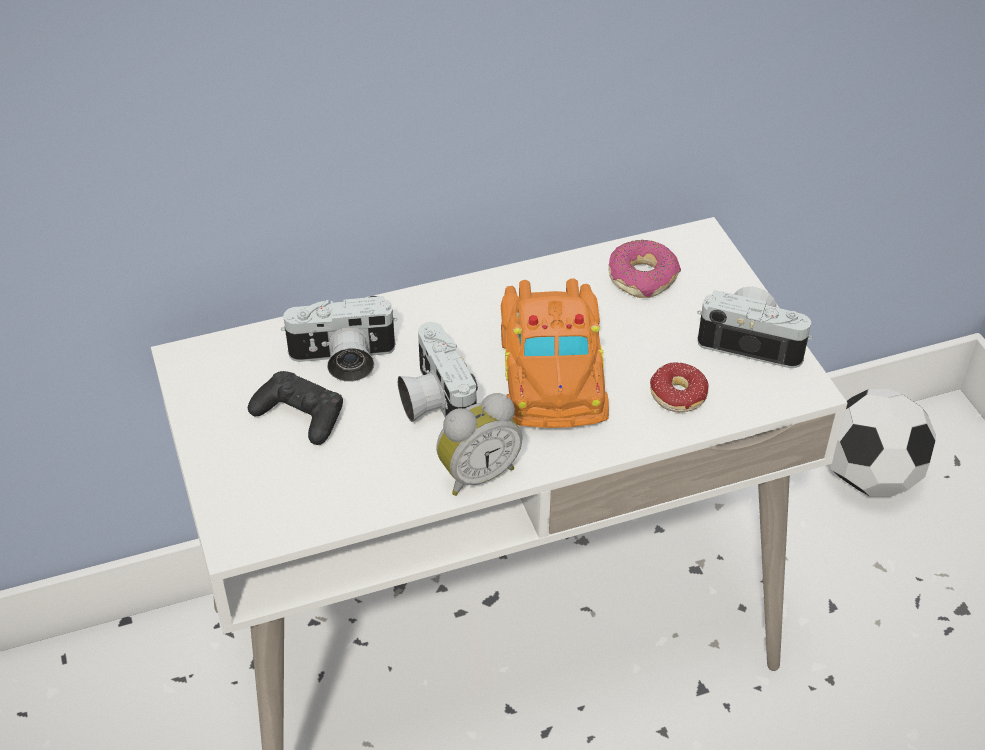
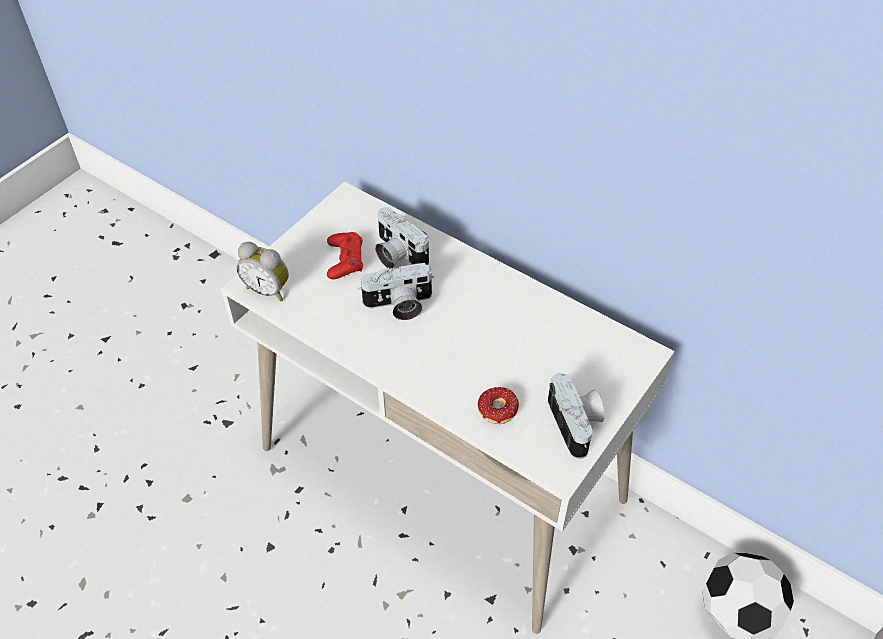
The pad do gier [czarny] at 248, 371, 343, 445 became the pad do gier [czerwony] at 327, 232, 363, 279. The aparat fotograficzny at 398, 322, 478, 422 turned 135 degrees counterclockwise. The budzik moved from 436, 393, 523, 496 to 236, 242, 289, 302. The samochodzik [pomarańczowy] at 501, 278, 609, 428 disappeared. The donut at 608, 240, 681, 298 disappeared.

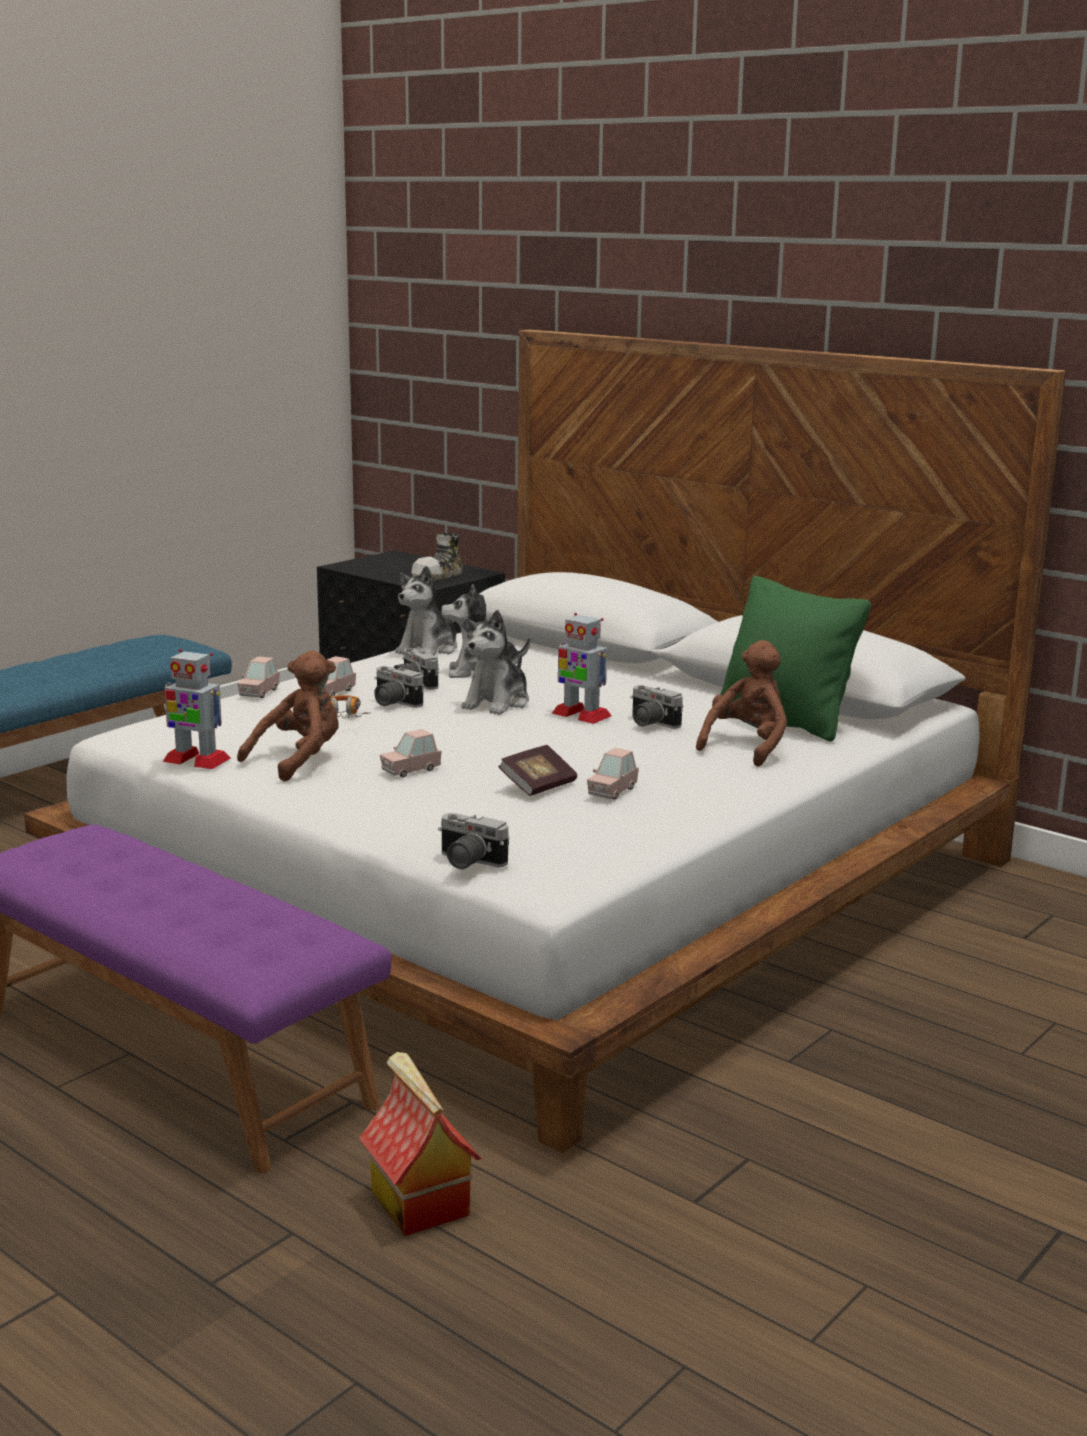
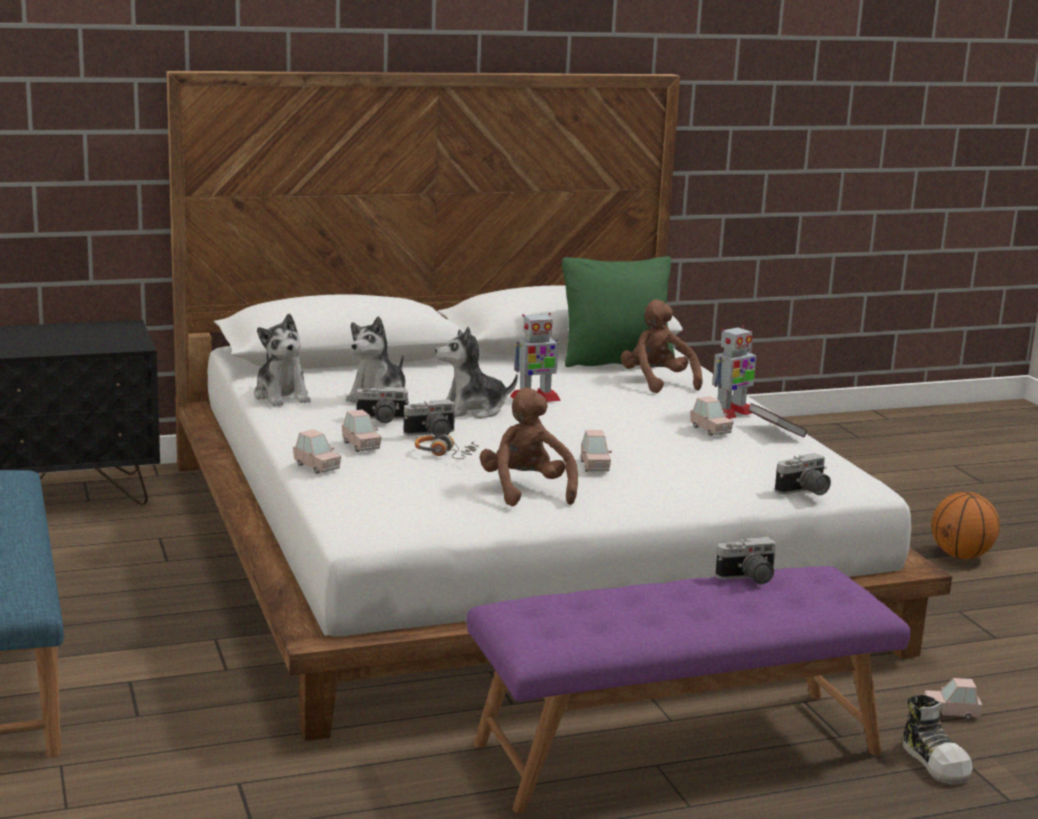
The robot zabawkowy moved from 163, 649, 231, 769 to 712, 325, 756, 419. The domek at 359, 1052, 482, 1236 was replaced by the samochodzik [różowy] at 924, 678, 982, 720. The but moved from 411, 533, 463, 581 to 902, 695, 973, 785. The pluszak at 461, 610, 529, 715 turned 105 degrees clockwise. The książka moved from 498, 745, 577, 796 to 748, 403, 807, 437. The aparat fotograficzny moved from 630, 685, 683, 729 to 715, 537, 778, 584. The piłka do koszykówki at 931, 492, 1000, 559 appeared.

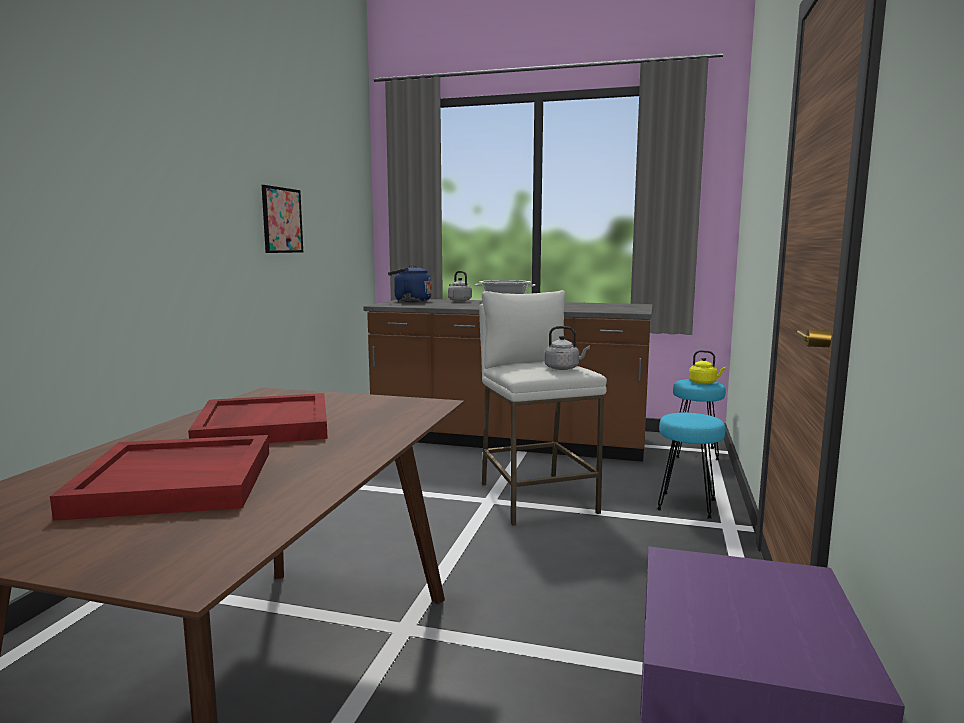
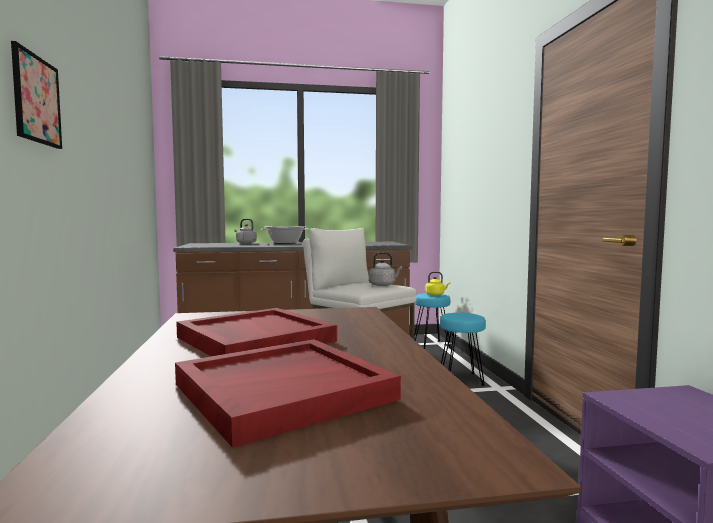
The obraz moved from 262, 185, 303, 253 to 11, 41, 62, 149. The czajnik [niebieski] at 388, 265, 432, 302 disappeared.

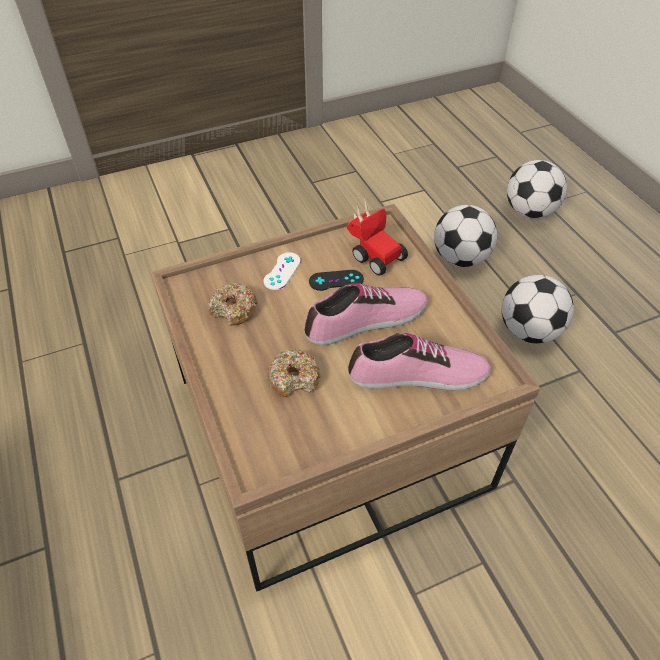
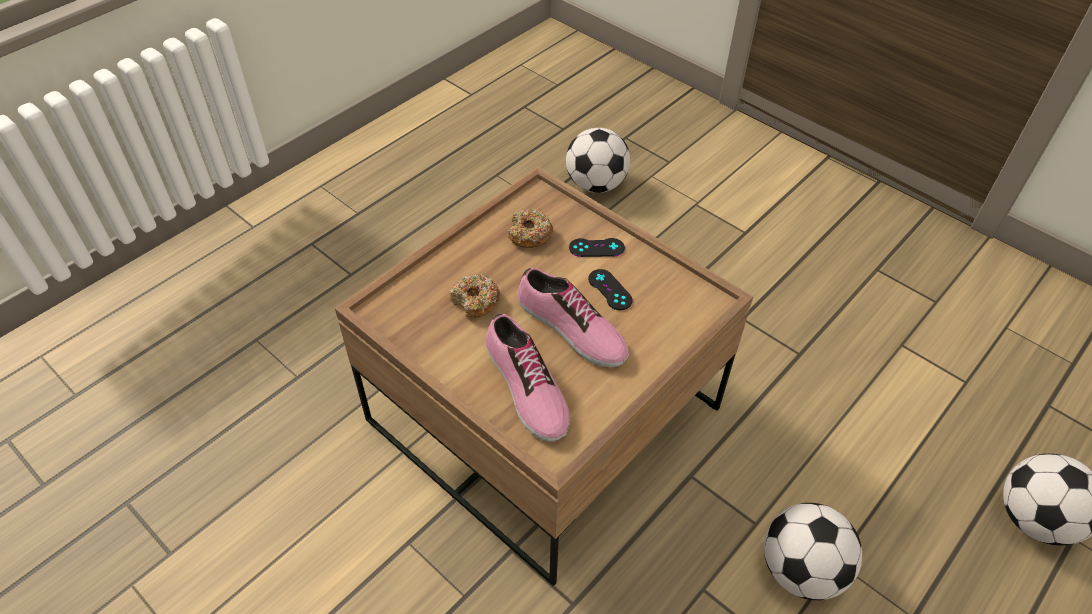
The pad do gier [biały] at 263, 252, 301, 290 became the pad do gier [czarny] at 569, 238, 625, 257. The samochodzik at 347, 198, 408, 275 disappeared. The piłka futbolowa moved from 434, 205, 497, 267 to 566, 128, 630, 193.

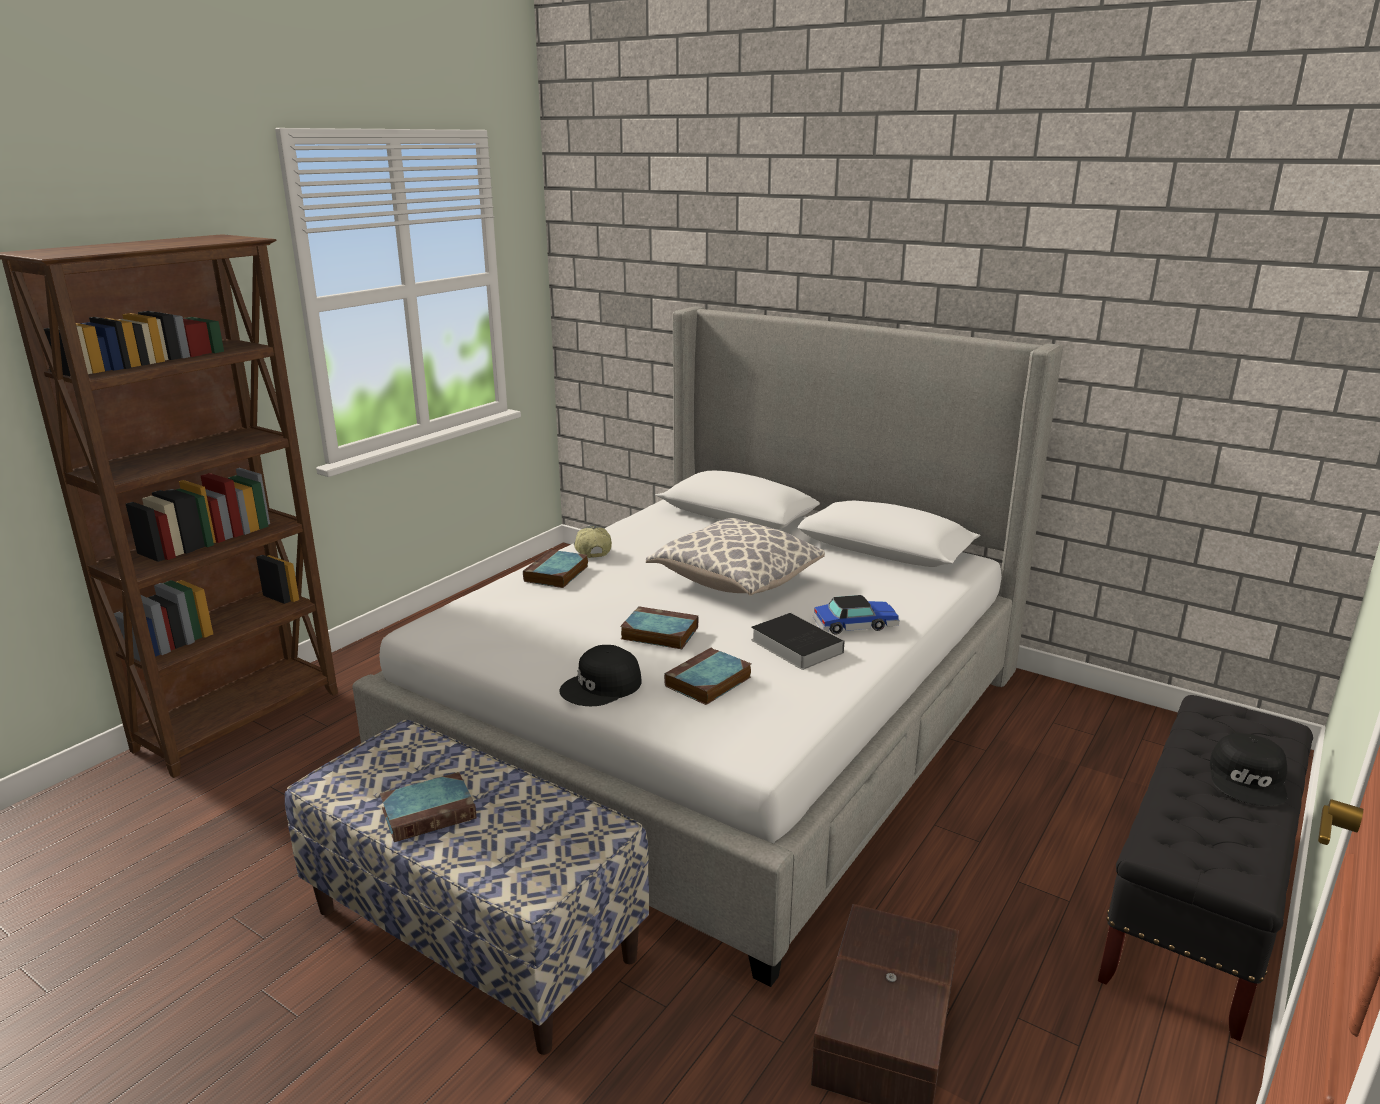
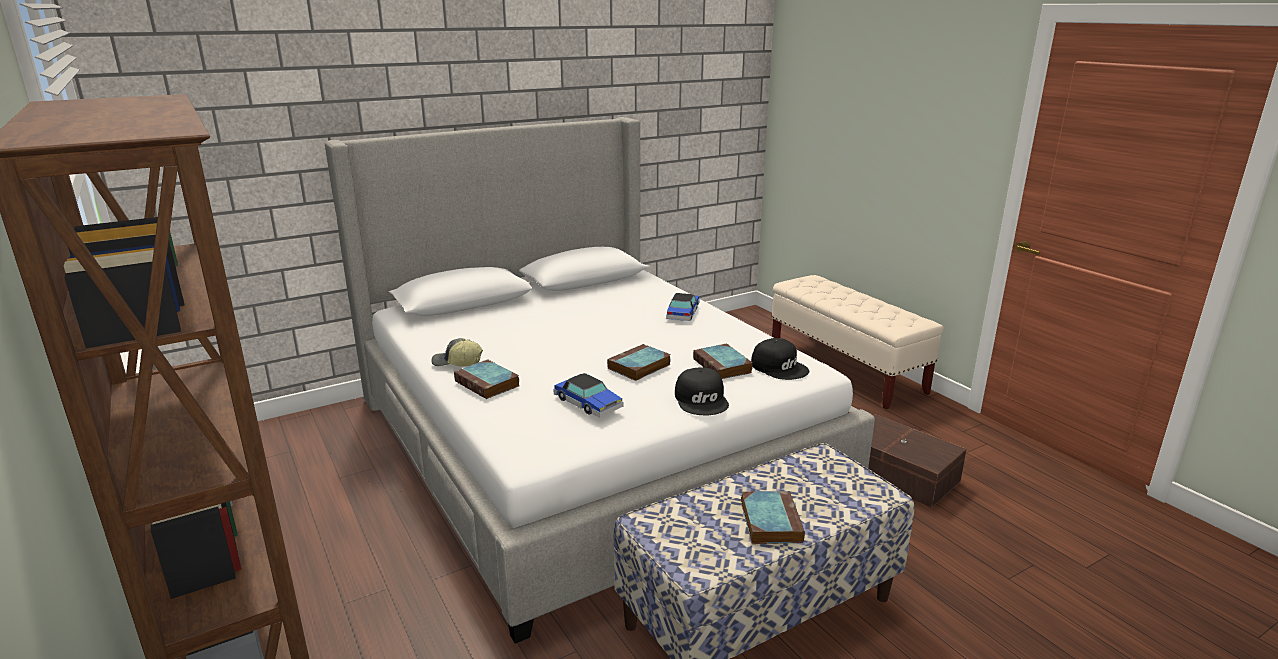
The poduszka at 646, 518, 825, 596 disappeared. The książka at 751, 613, 845, 670 disappeared. The ławka [czarny] at 1098, 695, 1313, 1041 became the ławka [beżowy] at 771, 275, 944, 409. The czapka z daszkiem [czarny] moved from 1210, 733, 1288, 806 to 751, 338, 809, 380. The samochodzik at 554, 373, 623, 417 appeared.

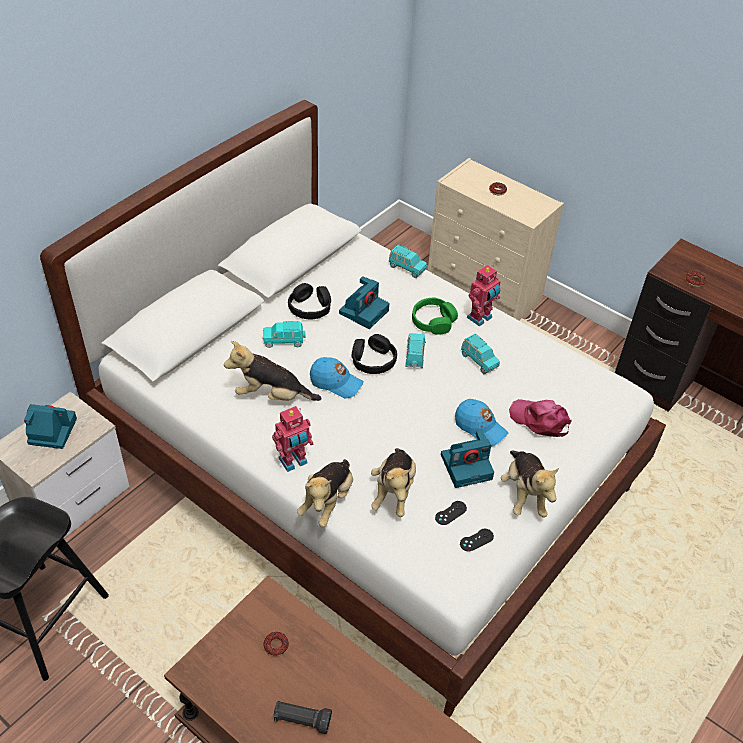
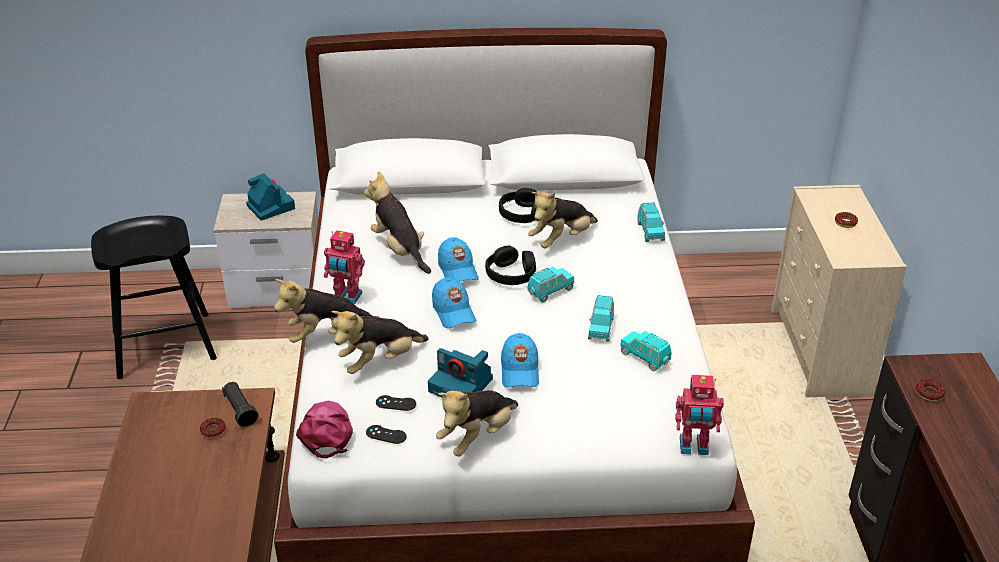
The samochodzik [turkusowy] moved from 263, 321, 305, 348 to 620, 331, 671, 371. The latarka [czarny] moved from 273, 701, 332, 734 to 222, 382, 259, 427. The aparat fotograficzny at 339, 276, 389, 329 was replaced by the pluszak at 528, 192, 598, 249. The słuchawki [zielony] at 412, 298, 458, 335 disappeared. The robot zabawkowy moved from 467, 265, 501, 327 to 675, 375, 724, 455. The czapka z daszkiem [różowy] moved from 509, 399, 572, 437 to 296, 400, 353, 459. The czapka z daszkiem [niebieski] at 432, 277, 476, 328 appeared.

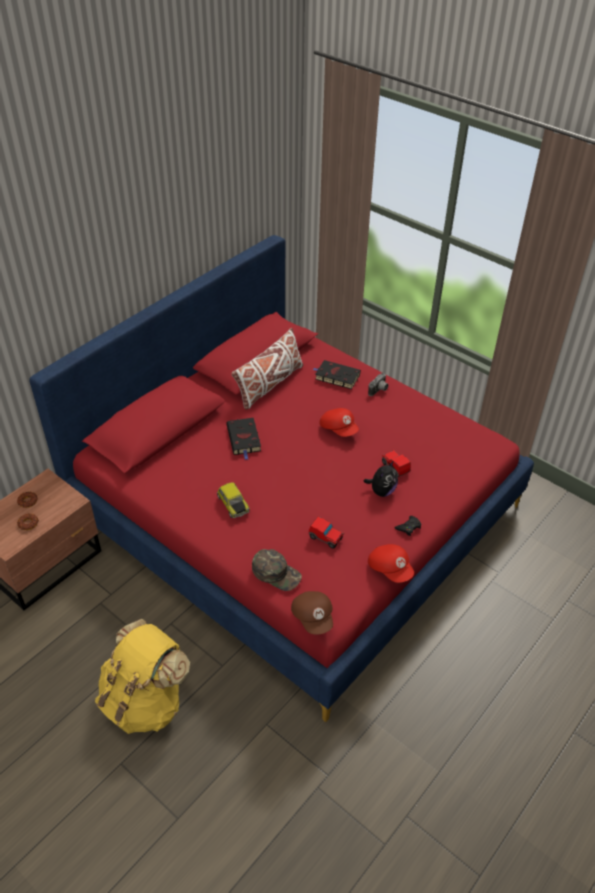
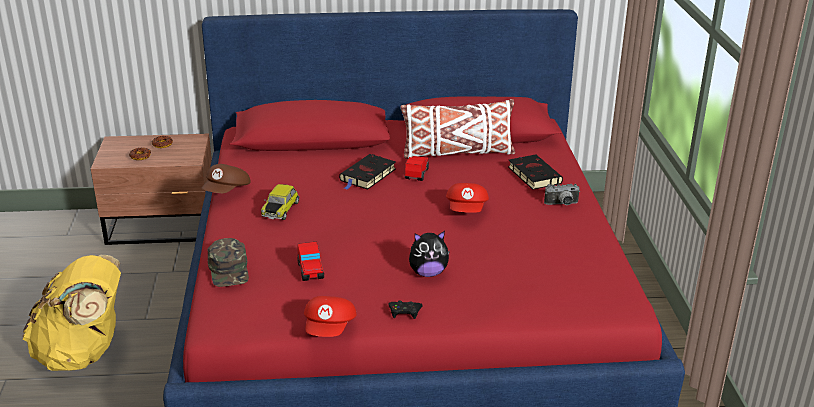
The czapka z daszkiem [brązowy] moved from 291, 591, 333, 635 to 202, 164, 251, 193. The samochodzik moved from 382, 450, 411, 477 to 405, 156, 429, 181.

